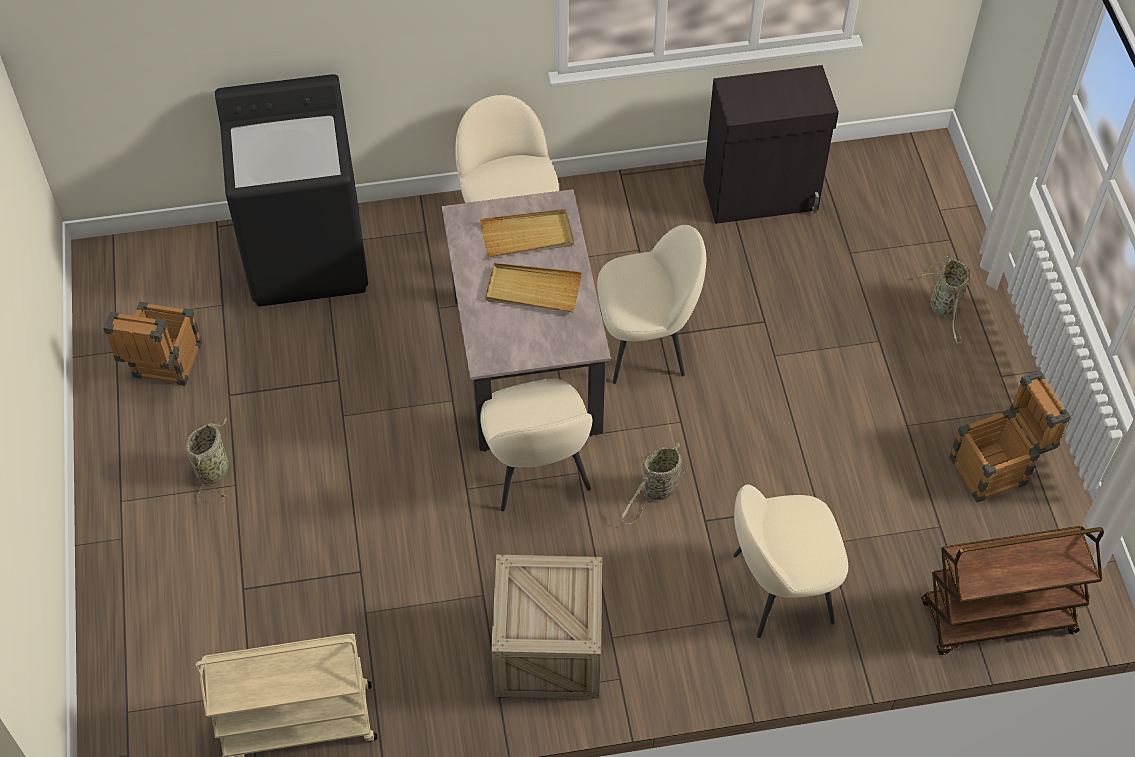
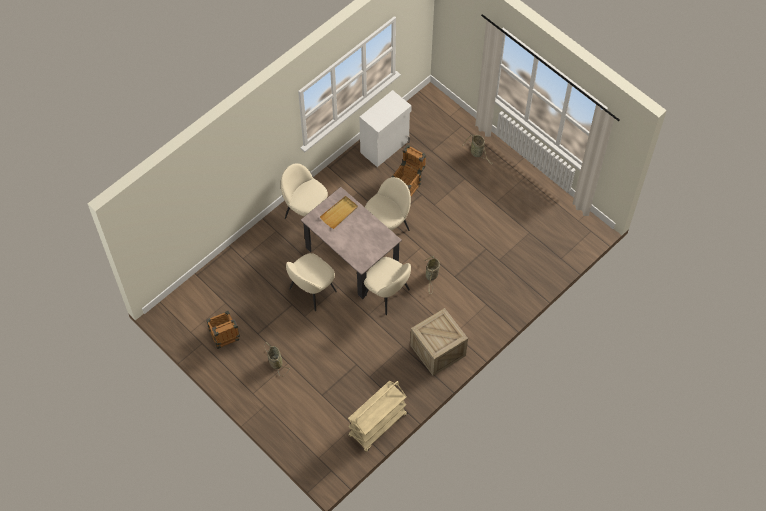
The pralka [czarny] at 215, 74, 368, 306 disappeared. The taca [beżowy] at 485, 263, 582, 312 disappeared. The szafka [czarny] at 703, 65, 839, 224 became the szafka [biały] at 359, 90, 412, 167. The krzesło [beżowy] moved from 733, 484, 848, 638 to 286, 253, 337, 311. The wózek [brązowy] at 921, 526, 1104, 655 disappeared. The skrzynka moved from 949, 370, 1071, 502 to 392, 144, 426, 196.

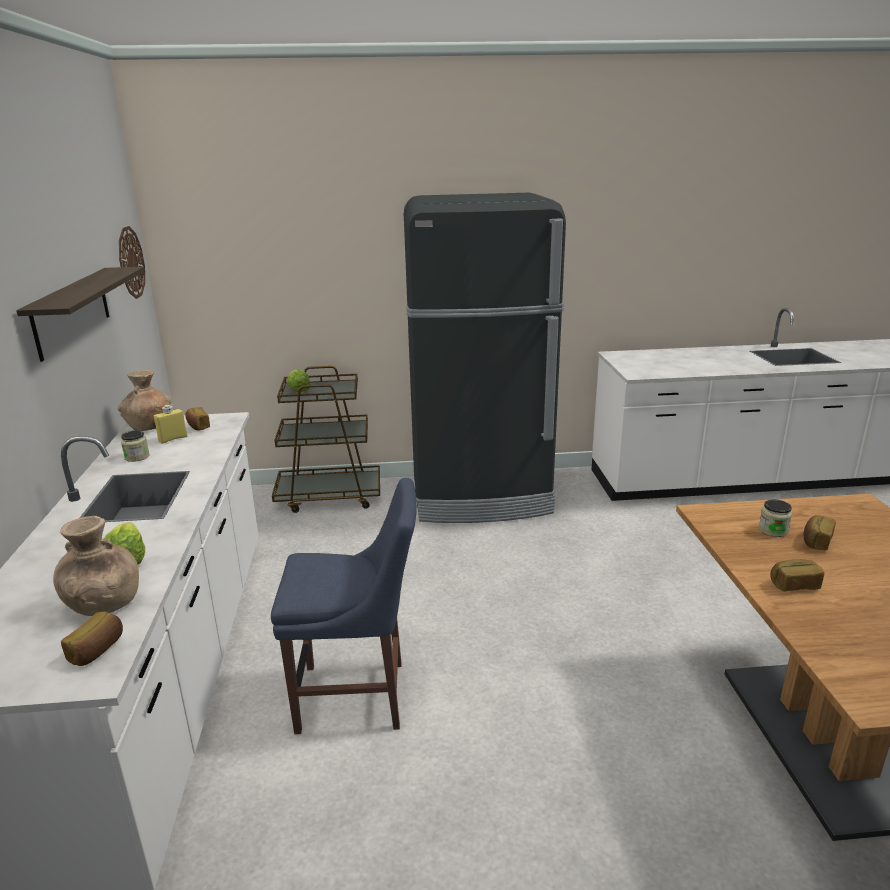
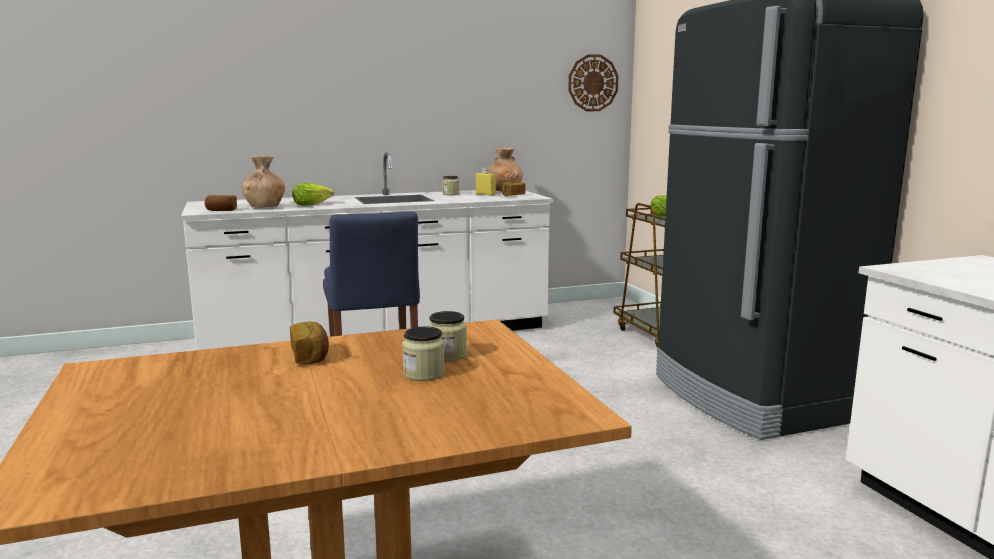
The półka at 16, 267, 145, 362 disappeared. The chleb at 804, 515, 836, 550 was replaced by the słoik at 402, 326, 445, 381.

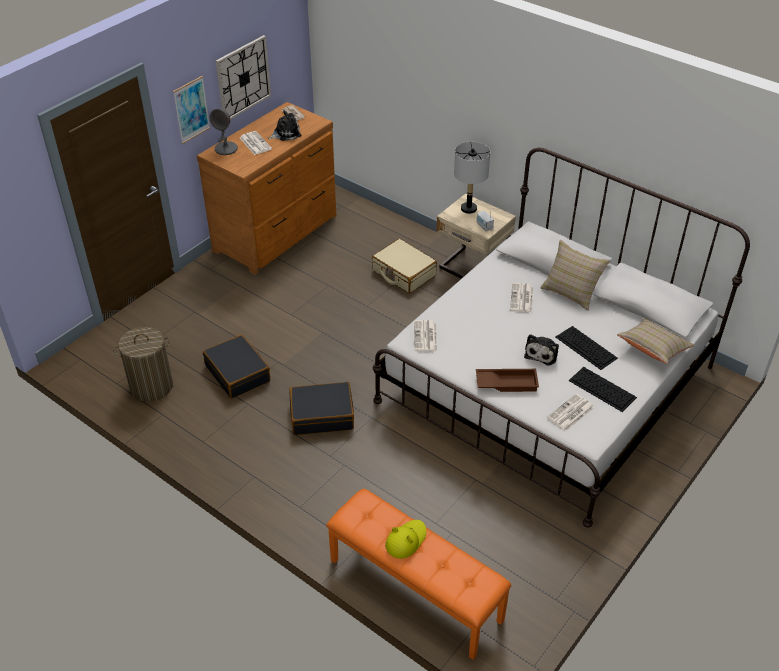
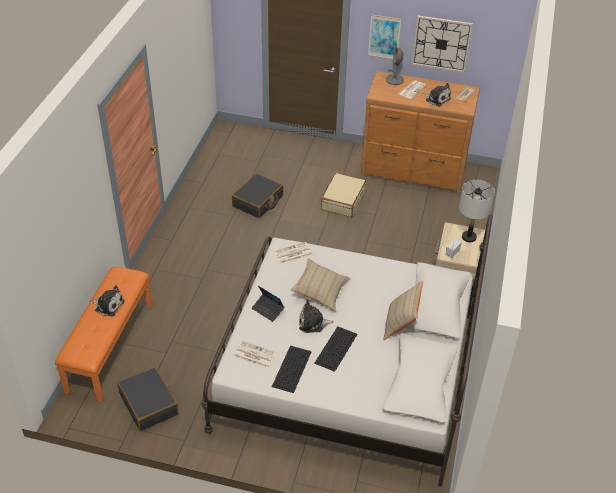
The kosz na pranie at 113, 327, 173, 402 disappeared. The walizka [czarny] moved from 289, 382, 354, 435 to 117, 367, 178, 431. The walizka [beżowy] moved from 372, 239, 437, 293 to 321, 173, 366, 217. The kapelusz [żółty] at 385, 520, 427, 559 was replaced by the pluszak at 90, 285, 124, 316. The taca [brązowy] at 476, 369, 539, 392 was replaced by the laptop at 252, 286, 284, 322. The gazeta at 510, 282, 533, 313 disappeared. The poduszka [beżowy] moved from 617, 318, 695, 364 to 291, 258, 350, 311.

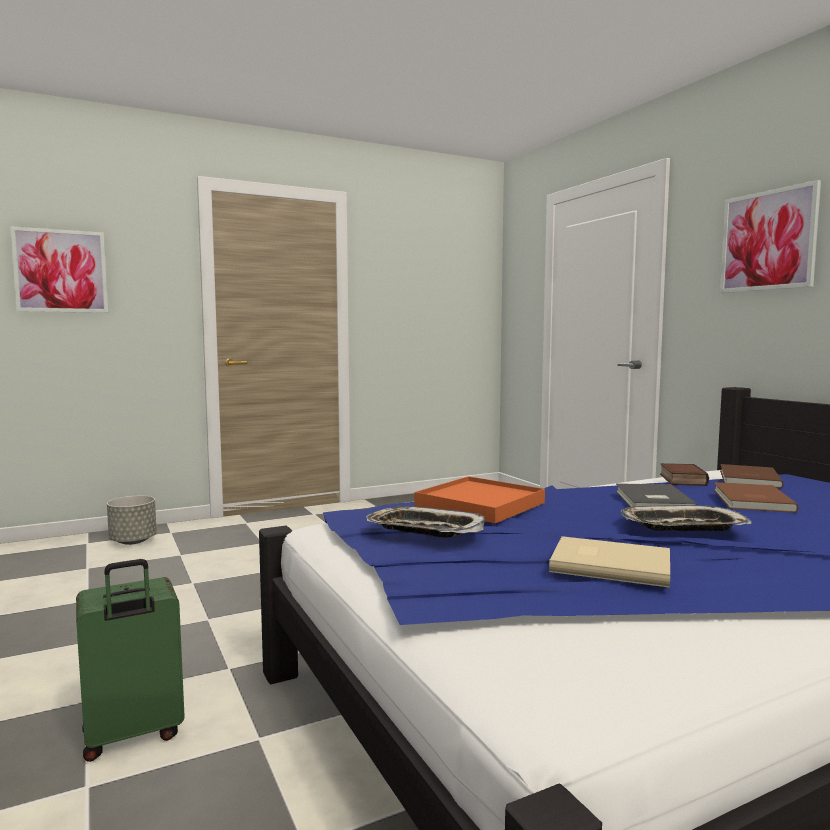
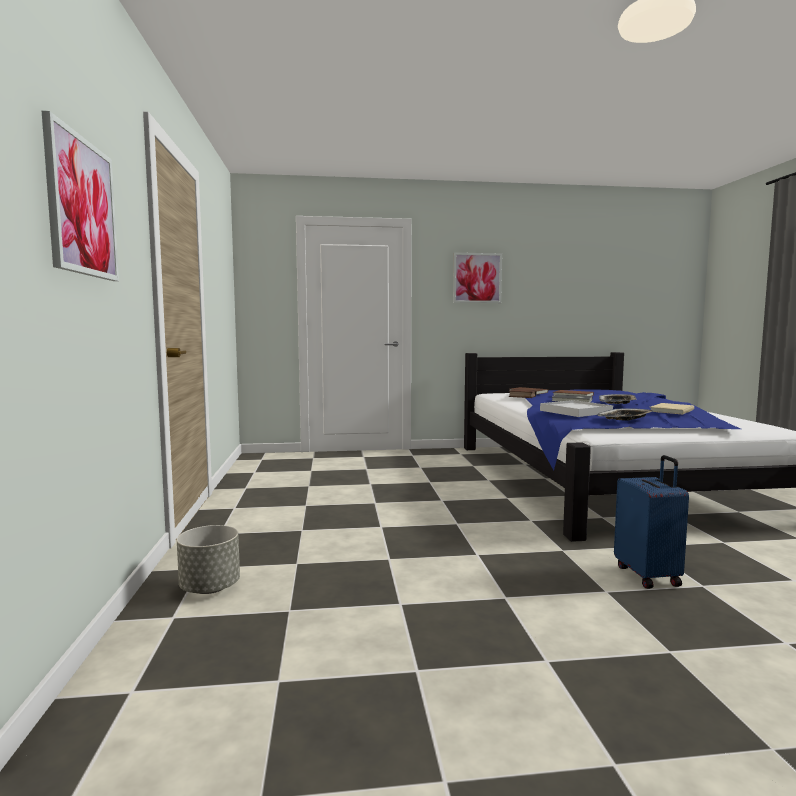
The walizka [zielony] at 76, 559, 185, 762 became the walizka [niebieski] at 614, 455, 689, 589. The taca [pomarańczowy] at 414, 476, 545, 523 became the taca [biały] at 540, 400, 613, 417.

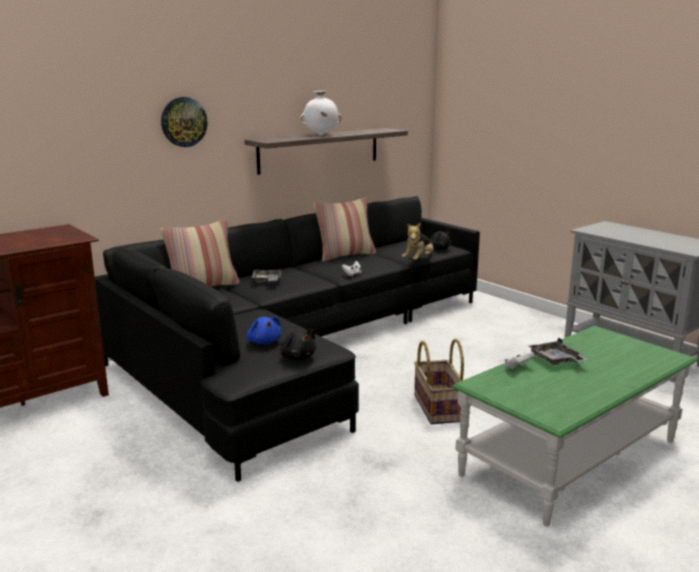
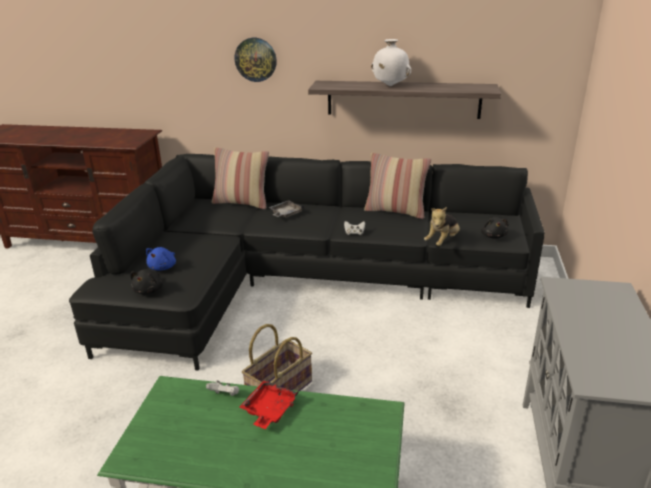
The pluszak at 402, 223, 434, 260 turned 45 degrees counterclockwise. The taca [szary] at 528, 338, 588, 365 became the taca [czerwony] at 239, 380, 299, 429.

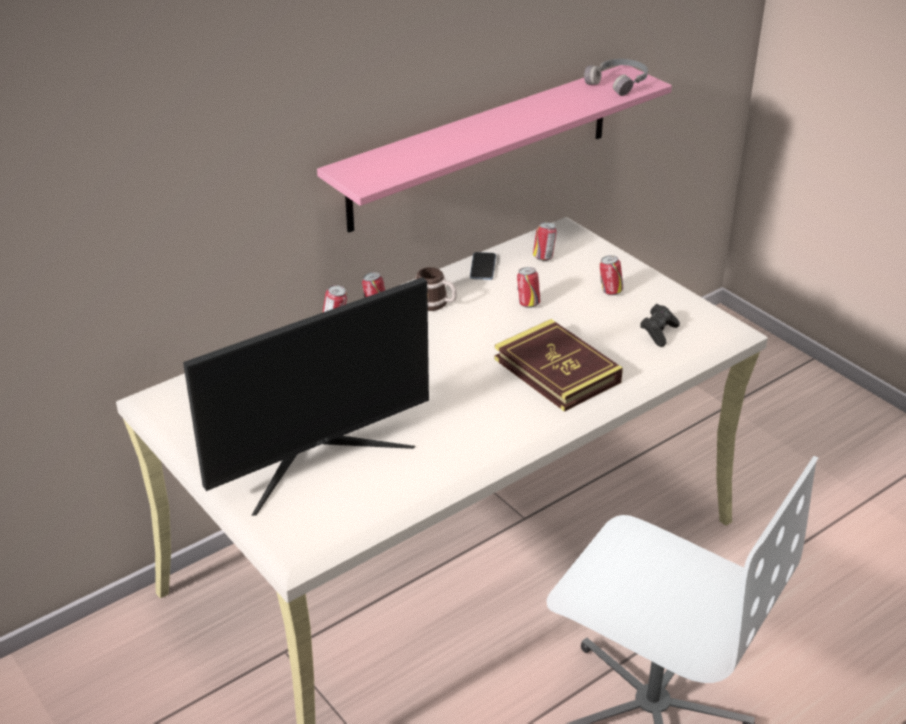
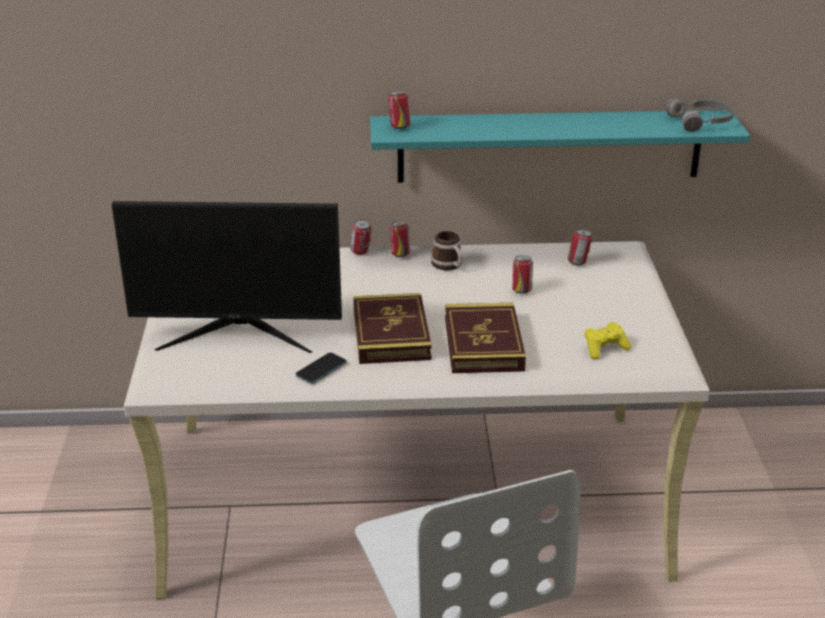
The półka [różowy] at 317, 65, 672, 233 became the półka [turkusowy] at 370, 110, 750, 183. The telefon moved from 470, 252, 496, 280 to 296, 352, 347, 384. The puszka moved from 600, 255, 623, 295 to 388, 91, 411, 129. The pad do gier [czarny] at 640, 304, 680, 347 became the pad do gier [żółty] at 584, 322, 631, 359. The książka at 353, 293, 432, 364 appeared.

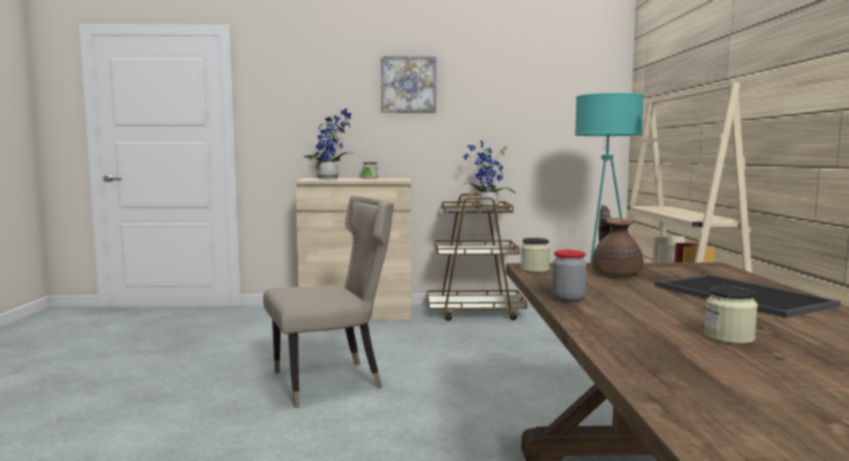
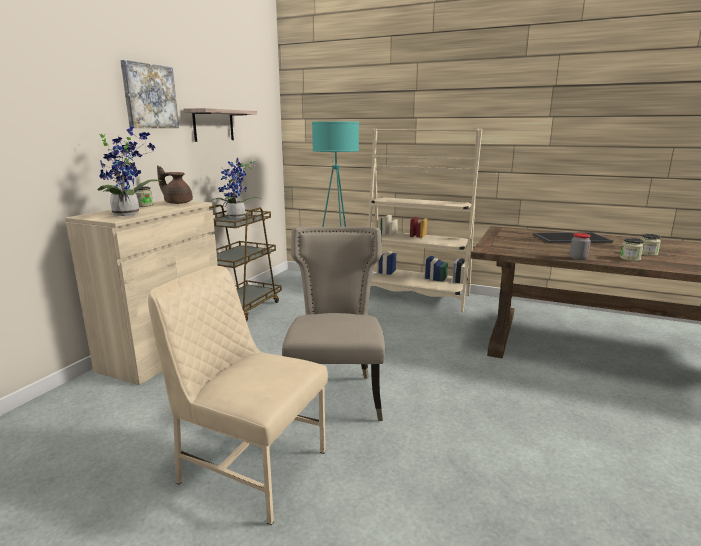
The słoik moved from 520, 238, 550, 272 to 620, 238, 644, 261. The imbryk [brązowy] moved from 592, 205, 643, 276 to 157, 165, 193, 204. The krzesło [beżowy] at 148, 266, 328, 525 appeared. The półka at 183, 108, 257, 142 appeared.

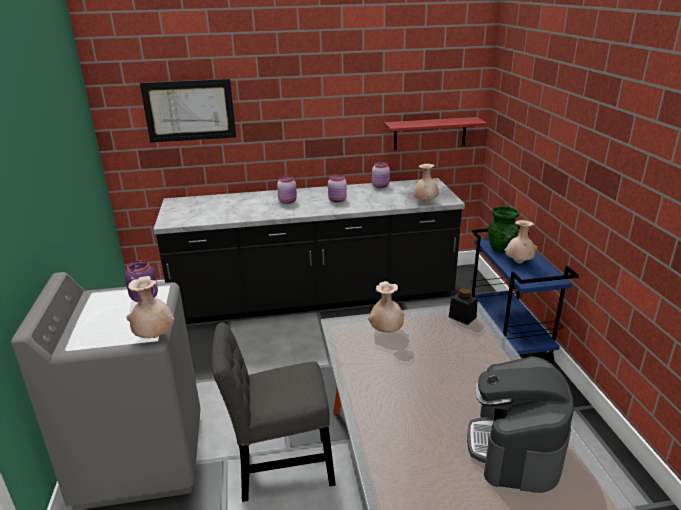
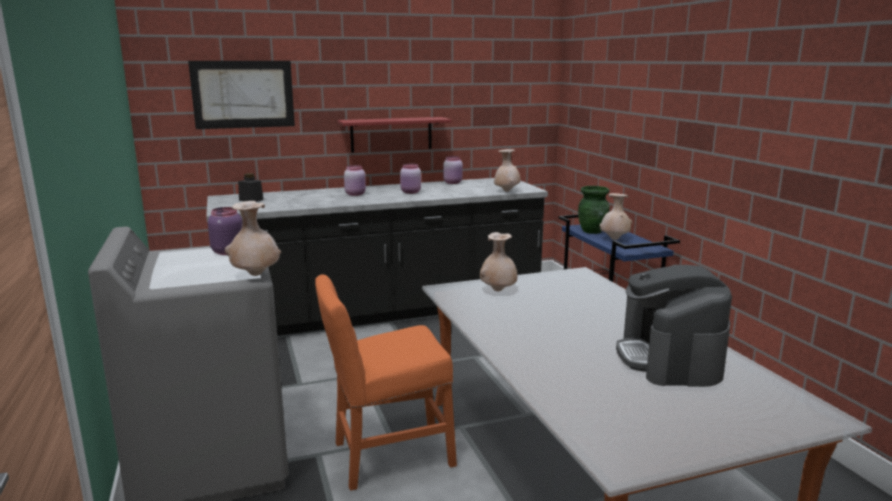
The krzesło [szary] at 212, 322, 336, 502 became the krzesło [pomarańczowy] at 315, 274, 457, 491. The półka [czerwony] moved from 384, 117, 487, 150 to 338, 117, 452, 153. The słoik [czarny] moved from 449, 288, 478, 325 to 238, 173, 264, 202.

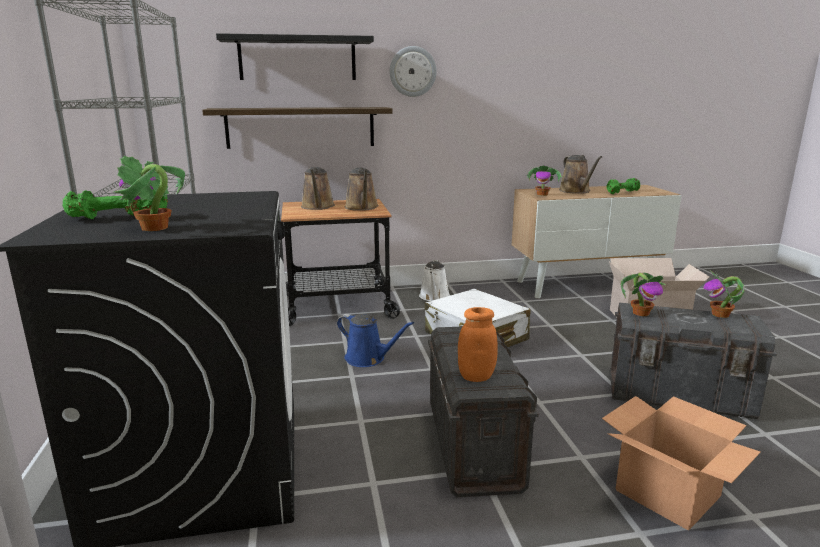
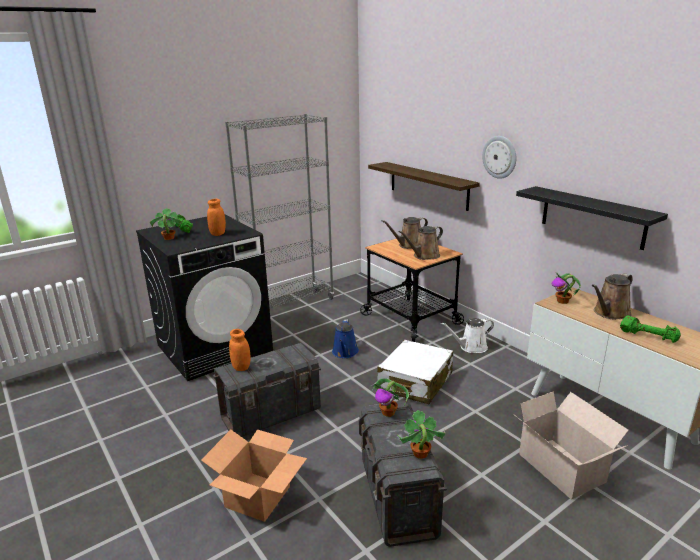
The półka [czarny] moved from 216, 33, 374, 80 to 516, 186, 668, 250. The słoik [pomarańczowy] at 207, 199, 226, 236 appeared.

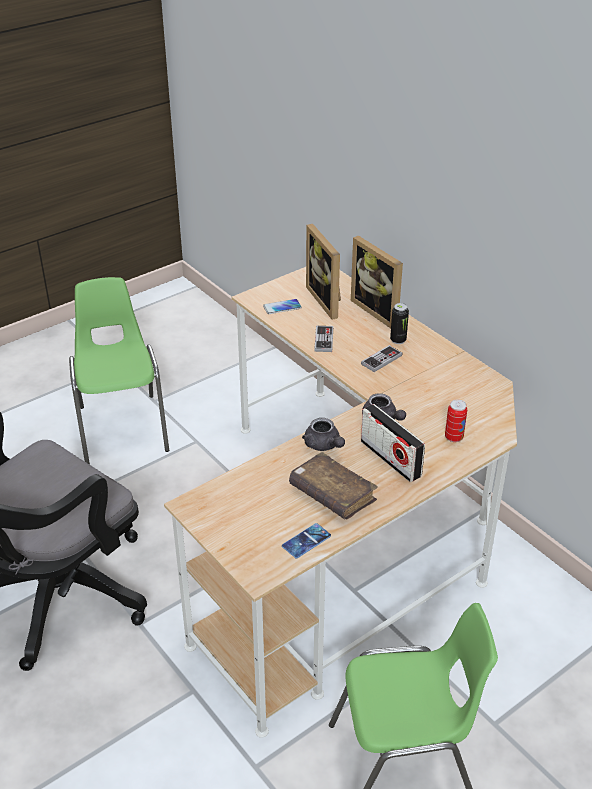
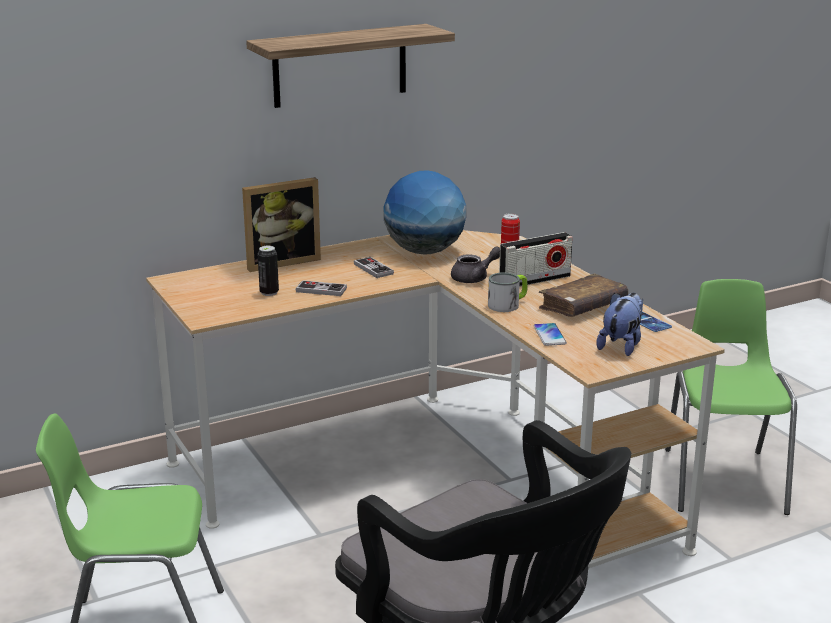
The telefon moved from 263, 299, 302, 314 to 534, 323, 567, 346. The imbryk [szary] at 302, 418, 345, 451 was replaced by the kubek at 488, 273, 528, 312. The ramka na zdjęcie at 306, 224, 341, 320 disappeared. The puszka moved from 390, 303, 409, 344 to 258, 246, 279, 296. The półka at 246, 24, 455, 108 appeared. The globus at 383, 170, 466, 255 appeared. The pluszak at 597, 293, 643, 356 appeared.

